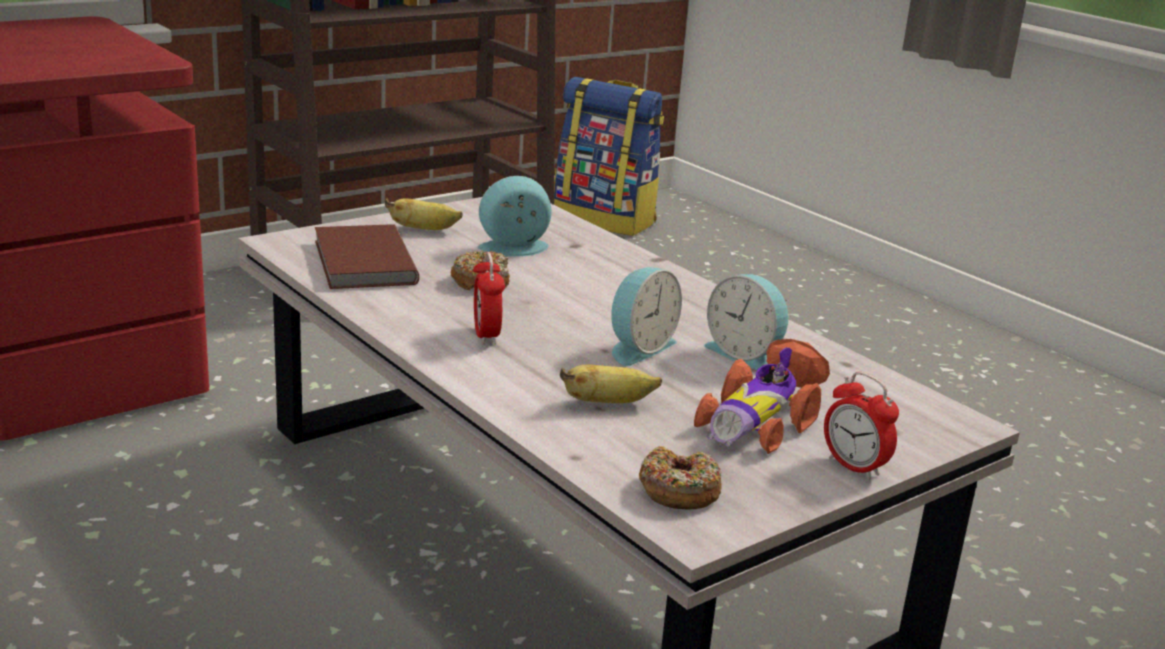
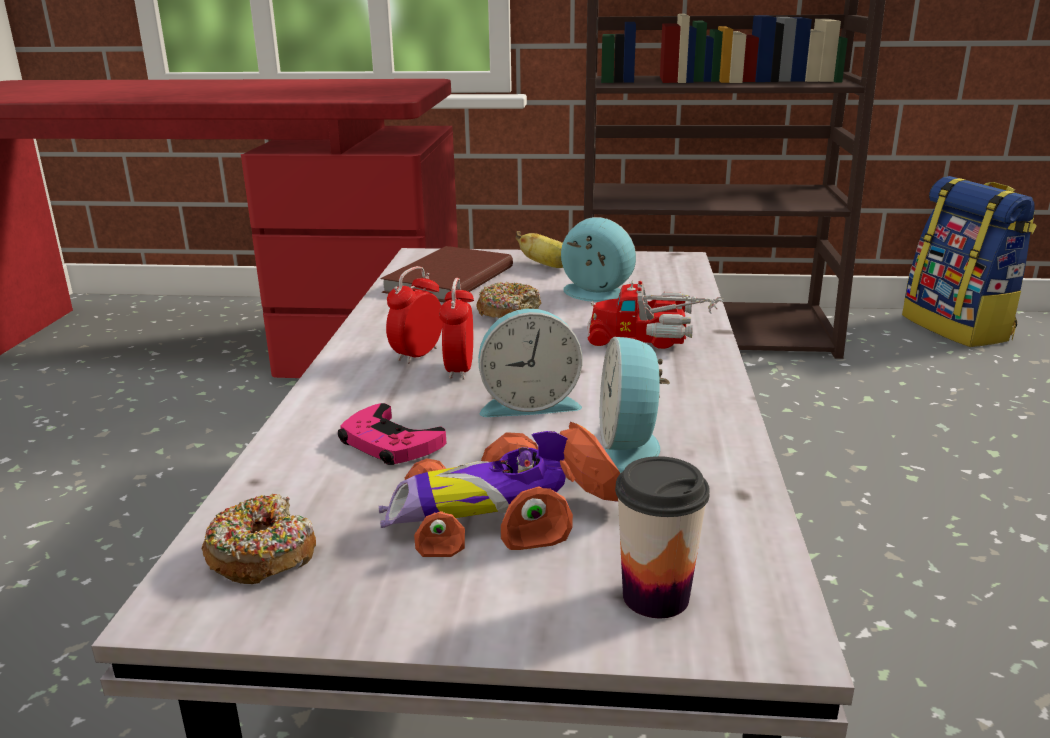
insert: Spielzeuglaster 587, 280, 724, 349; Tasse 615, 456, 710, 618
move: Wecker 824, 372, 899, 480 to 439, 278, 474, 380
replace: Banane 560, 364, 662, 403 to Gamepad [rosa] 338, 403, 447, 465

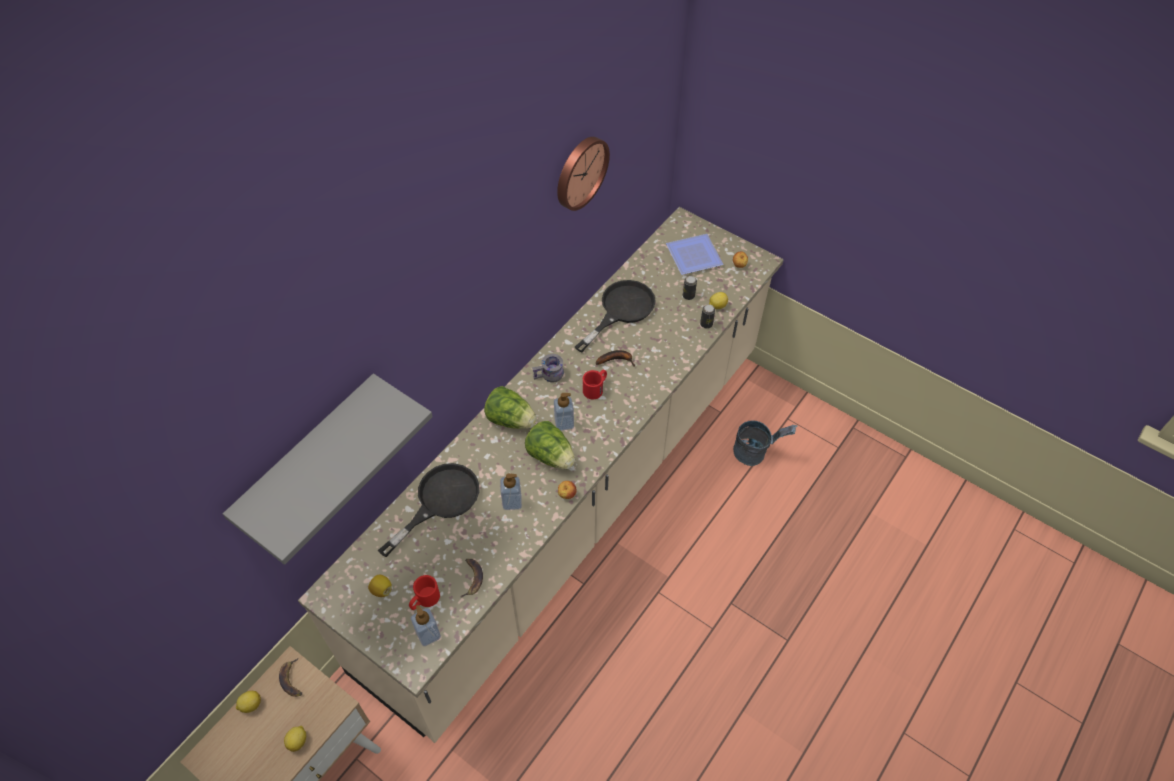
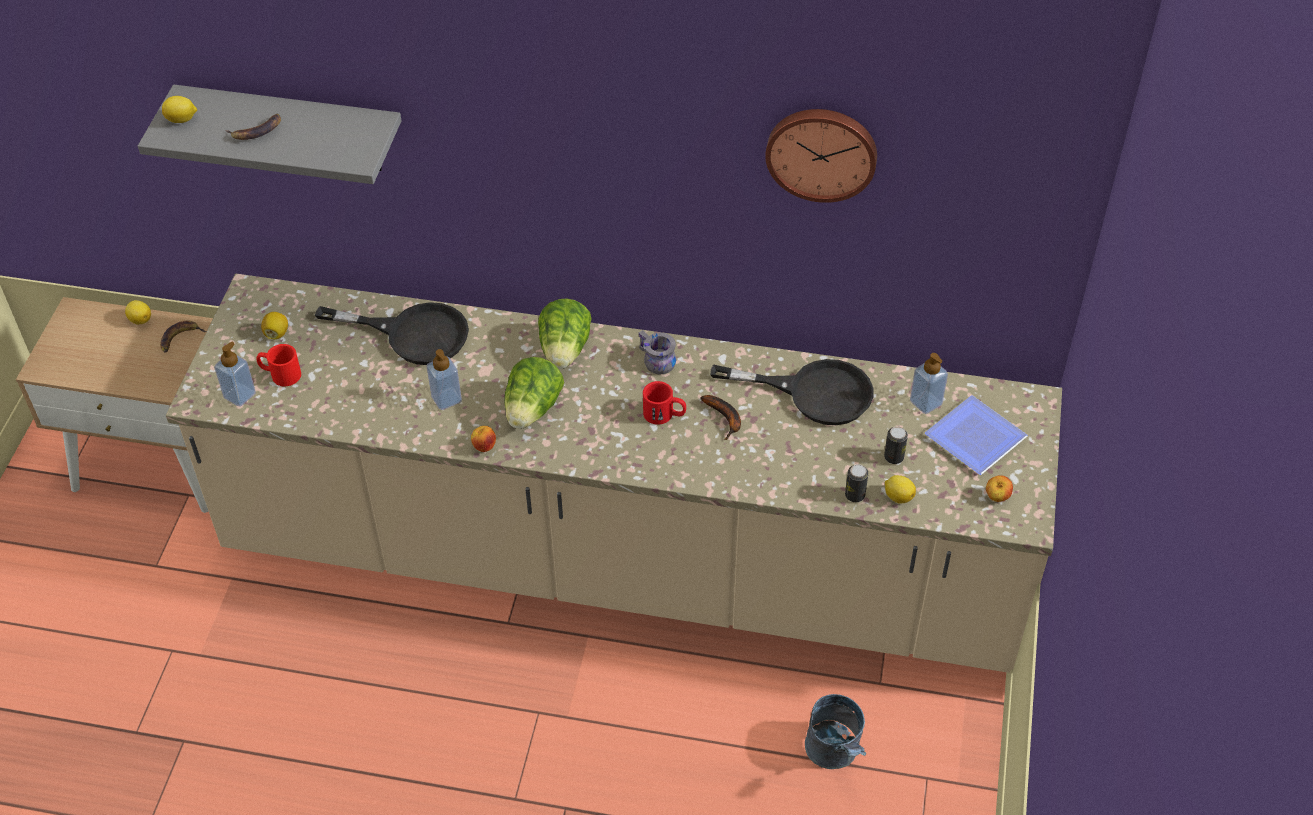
move: Zitrone 284, 726, 306, 752 to 162, 96, 197, 123; Banane 461, 559, 483, 597 to 226, 113, 281, 140; Seifenspender 554, 393, 574, 431 to 910, 353, 948, 414

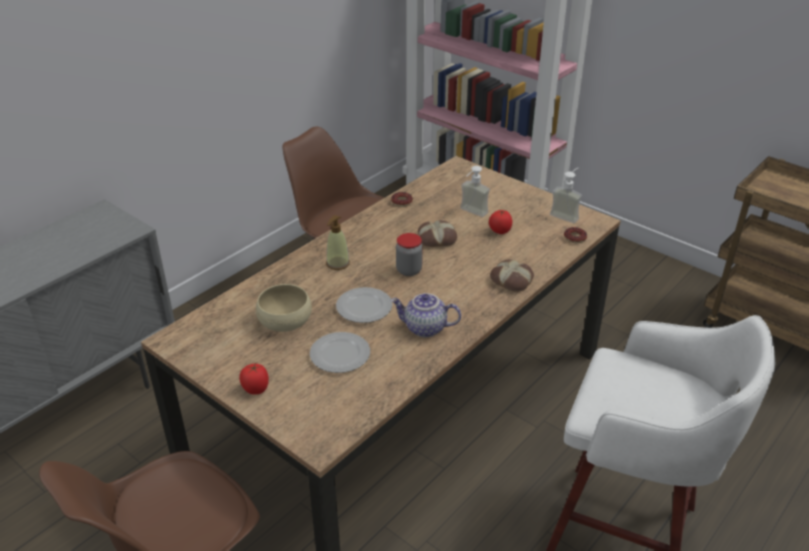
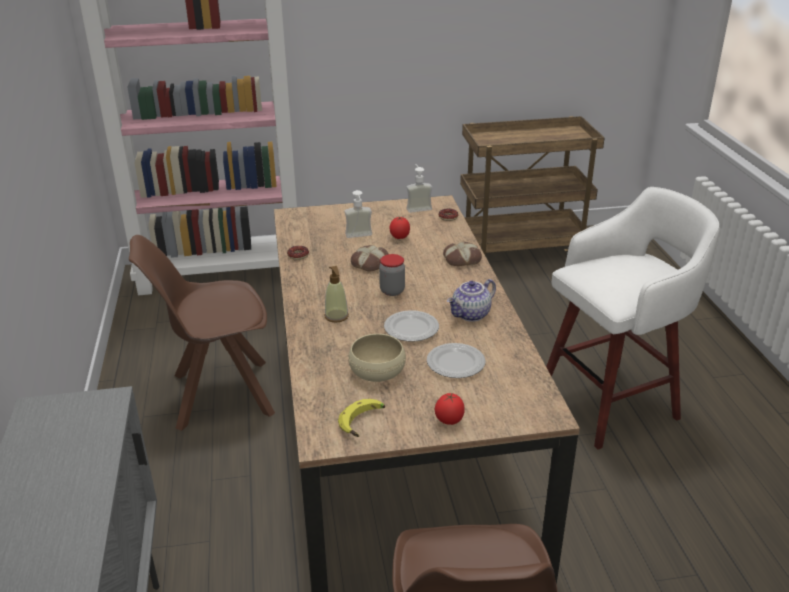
insert: Banane 338, 399, 385, 437

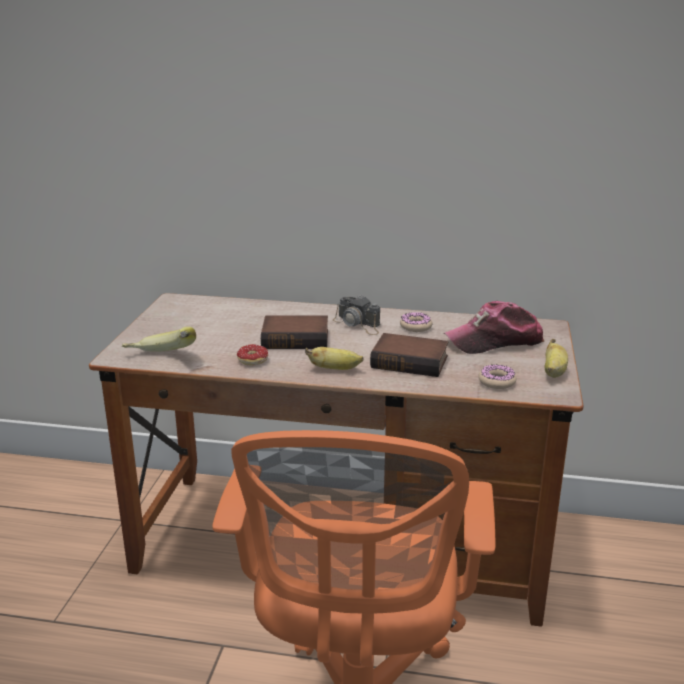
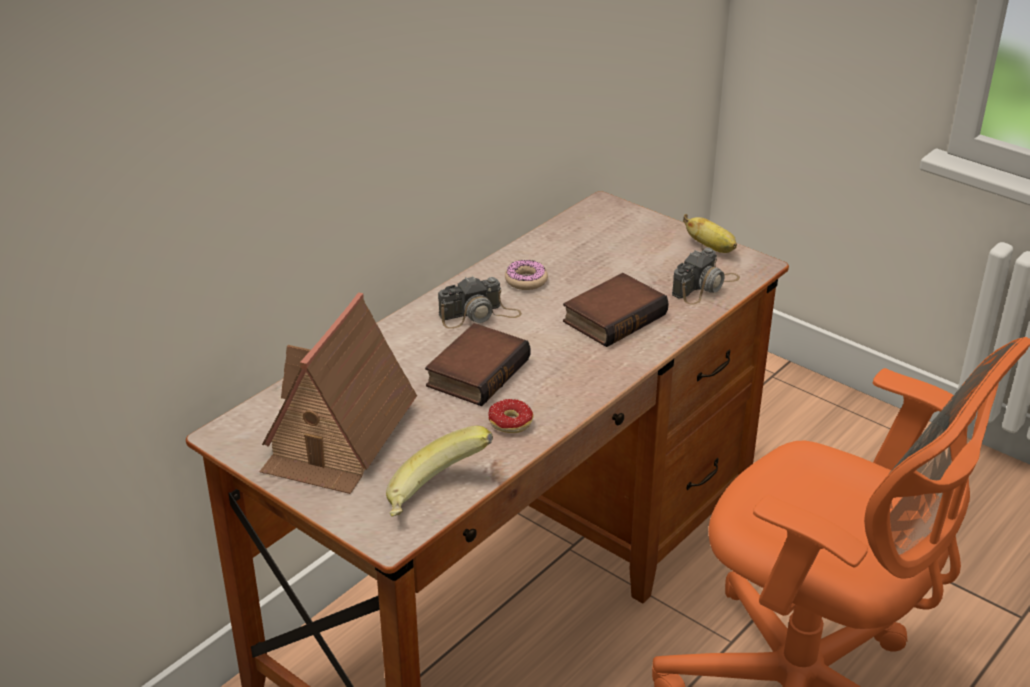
delete: Banane 305, 347, 364, 370; Kappe 444, 301, 544, 354
insert: Spielzeughaus 259, 292, 417, 494
replace: Donut 478, 364, 516, 389 to Kamera 672, 248, 740, 305

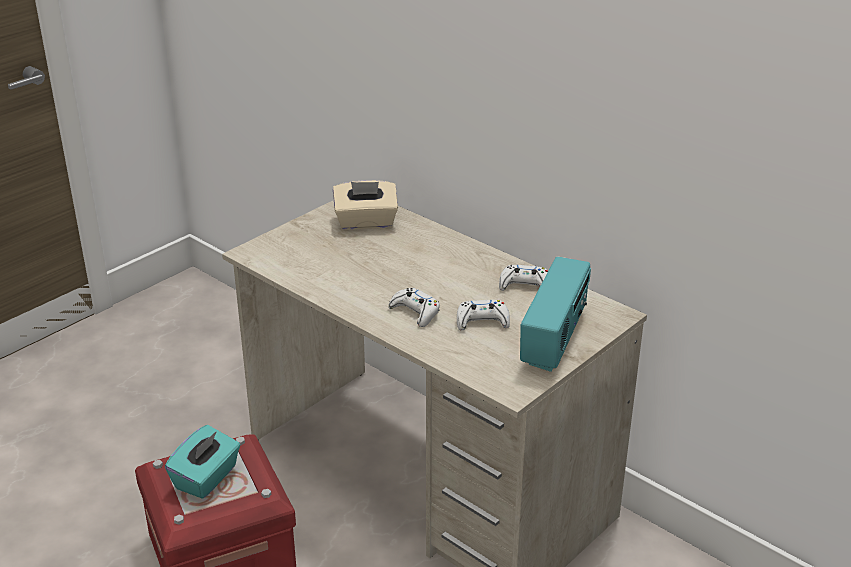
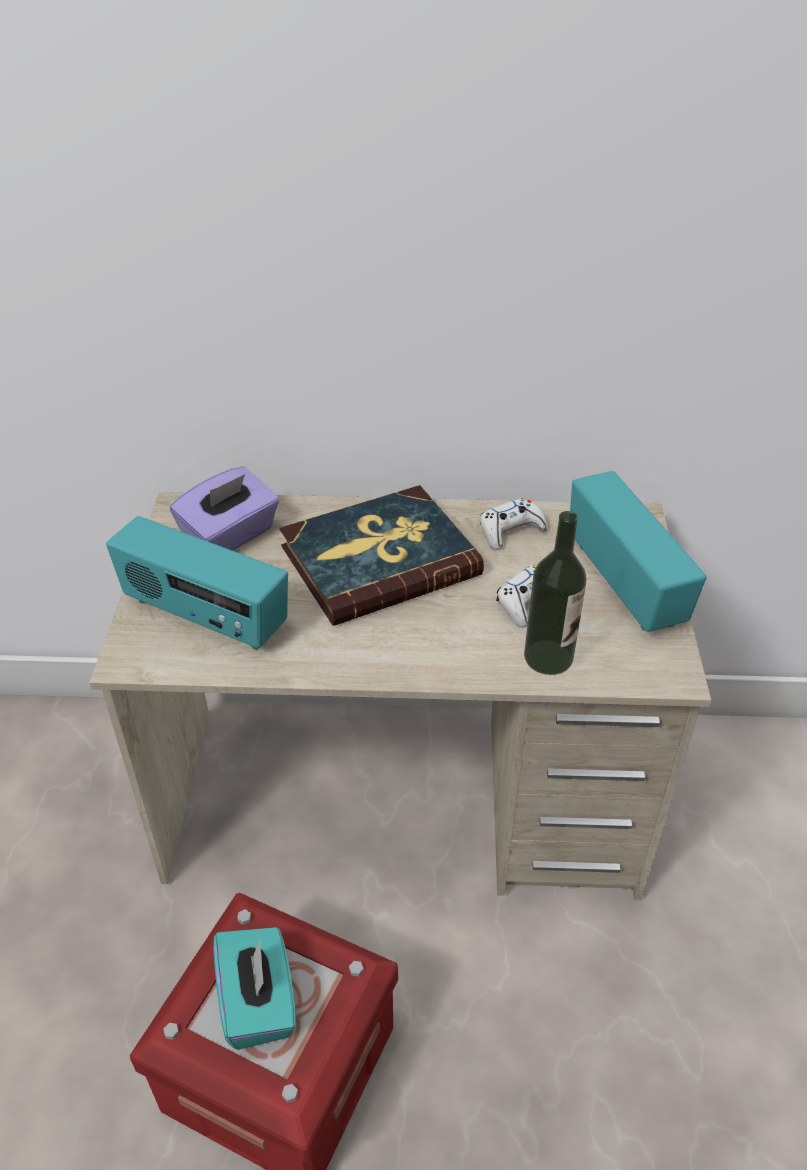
delete: Gamepad [weiß] 388, 288, 440, 327
insert: Radio 106, 516, 288, 650; Buch 280, 485, 484, 626; Flasche 524, 511, 586, 675
recolor: Taschentuchbox [beige] 333, 180, 398, 230 to Taschentuchbox [lila] 170, 467, 279, 551

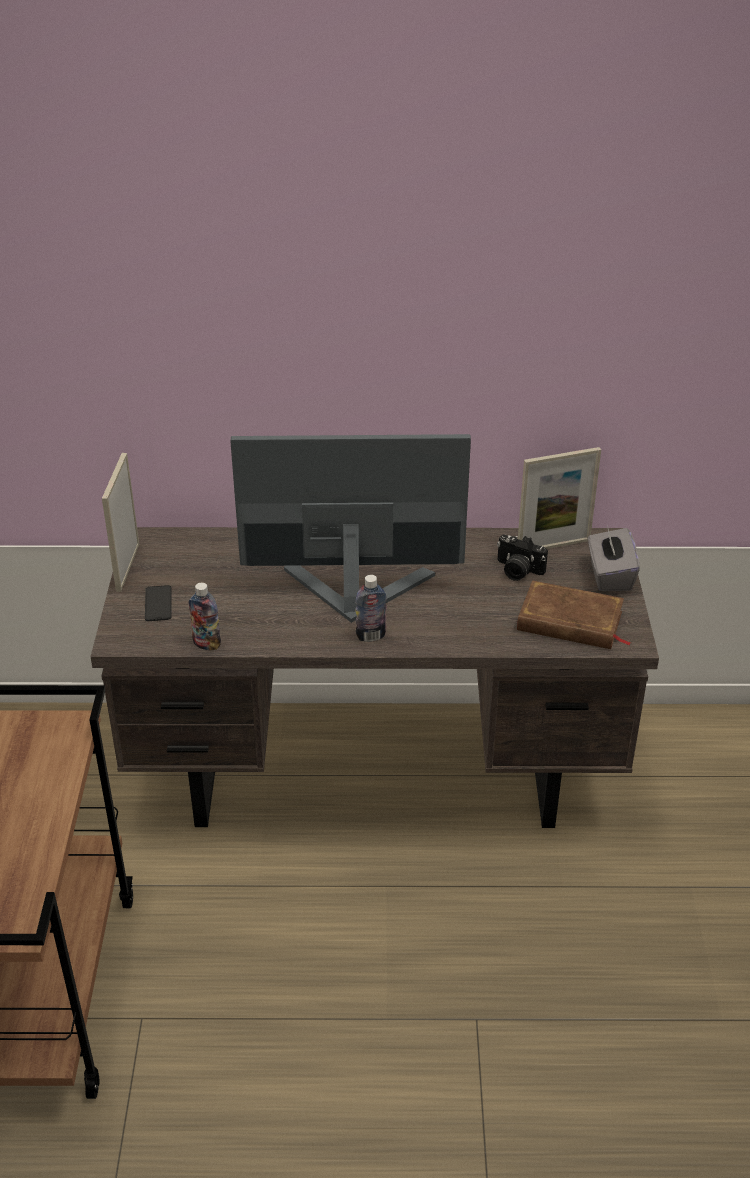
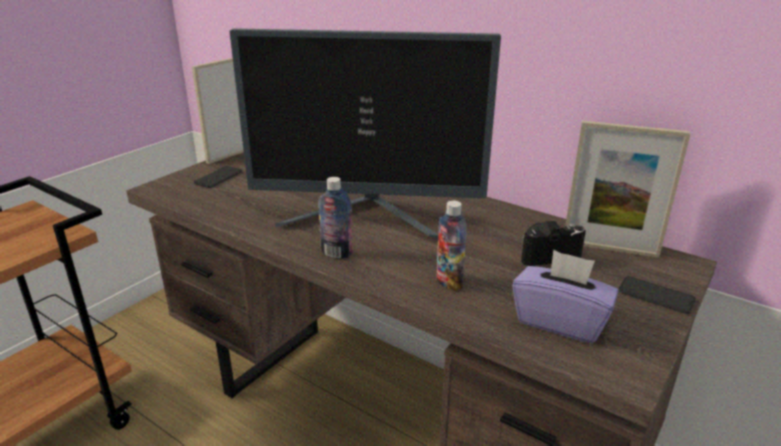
move: Flasche 188, 583, 221, 650 to 436, 201, 467, 291
replace: Buch [braun] 517, 580, 631, 649 to Taschentuchbox [lila] 512, 250, 618, 343; Taschentuchbox [grau] 588, 525, 640, 591 to Handy 618, 276, 696, 314
rotate: Monitor 230, 434, 471, 623 = 229, 28, 501, 239 150 degrees clockwise; Kamera 497, 534, 548, 581 = 521, 221, 586, 266 105 degrees clockwise

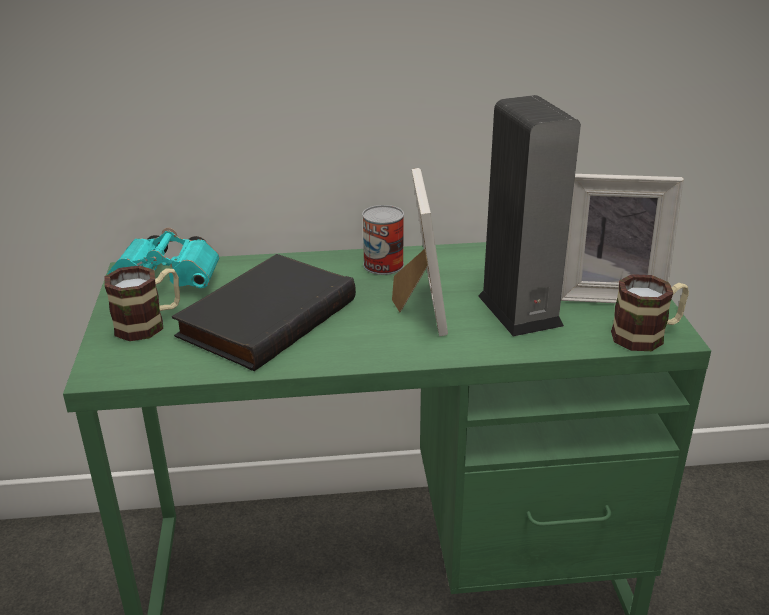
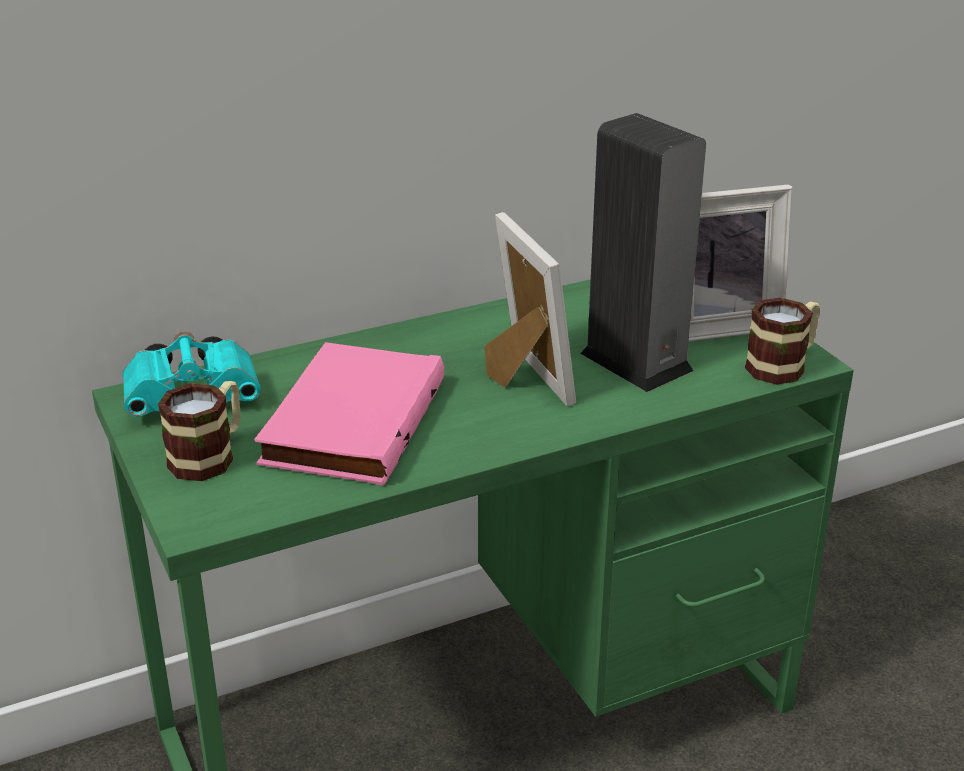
delete: Dose 362, 205, 404, 275
recolor: Buch [schwarz] 172, 254, 356, 371 to Buch [rosa] 254, 342, 444, 485

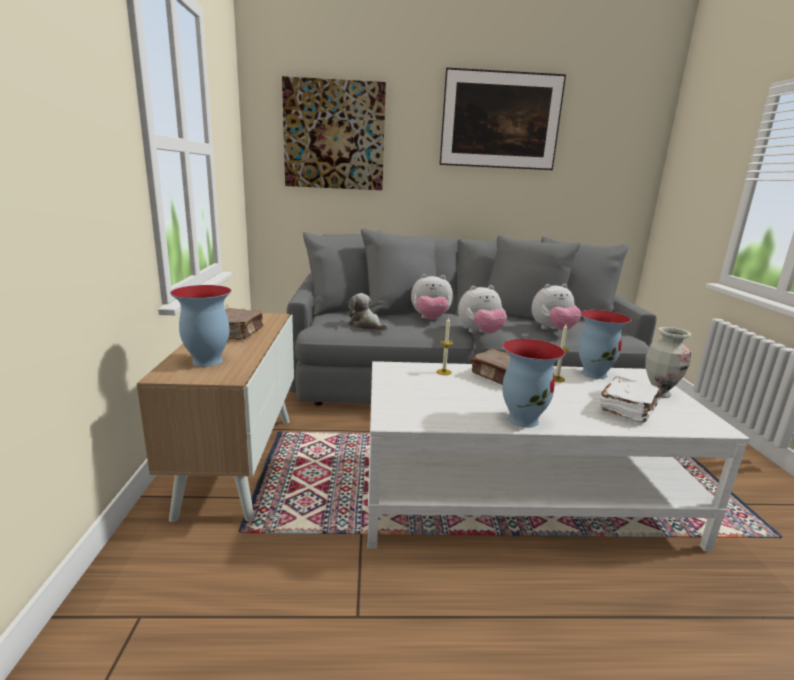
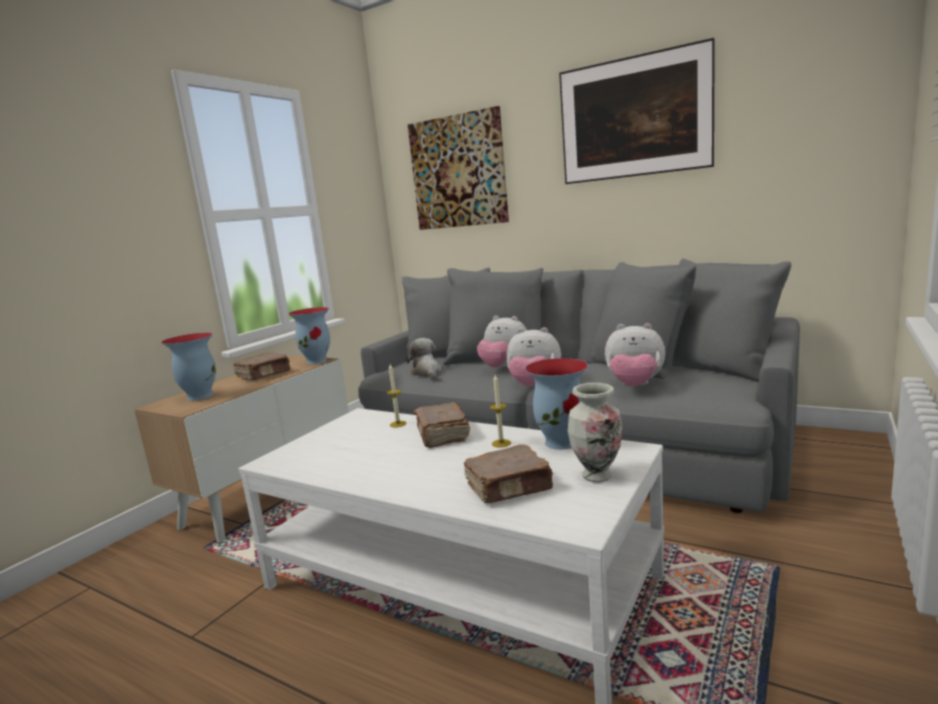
move: Vase 502, 339, 565, 428 to 288, 307, 330, 364
recolor: Buch [weiß] 600, 376, 660, 422 to Buch [braun] 464, 444, 553, 503

